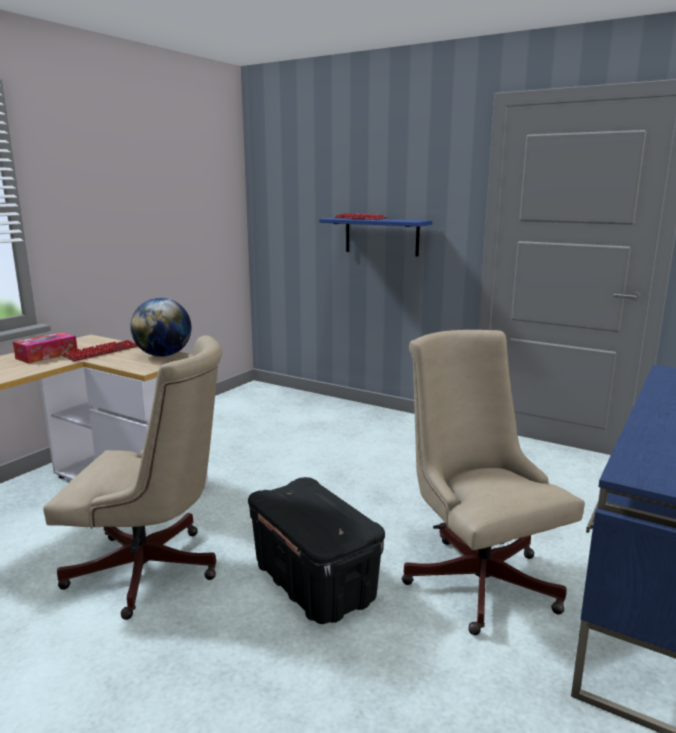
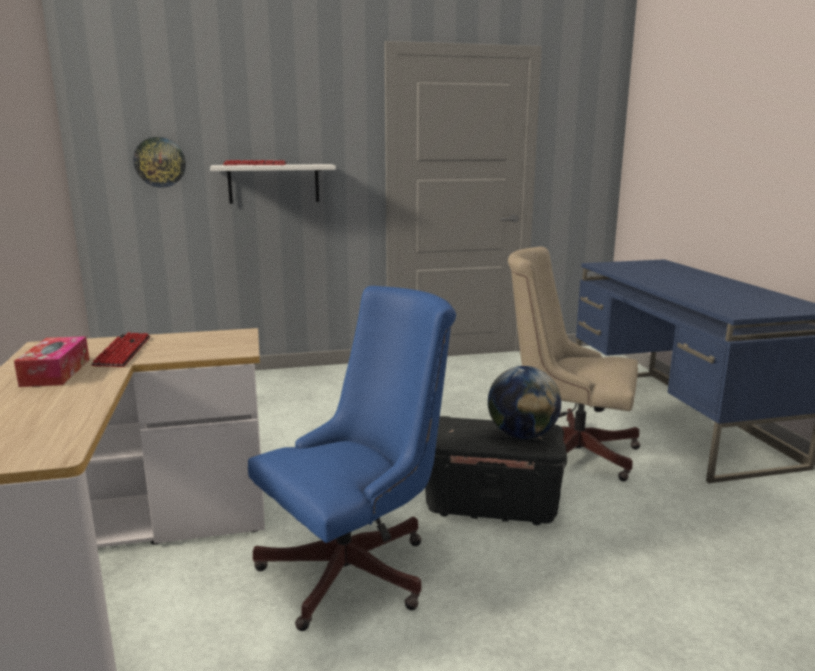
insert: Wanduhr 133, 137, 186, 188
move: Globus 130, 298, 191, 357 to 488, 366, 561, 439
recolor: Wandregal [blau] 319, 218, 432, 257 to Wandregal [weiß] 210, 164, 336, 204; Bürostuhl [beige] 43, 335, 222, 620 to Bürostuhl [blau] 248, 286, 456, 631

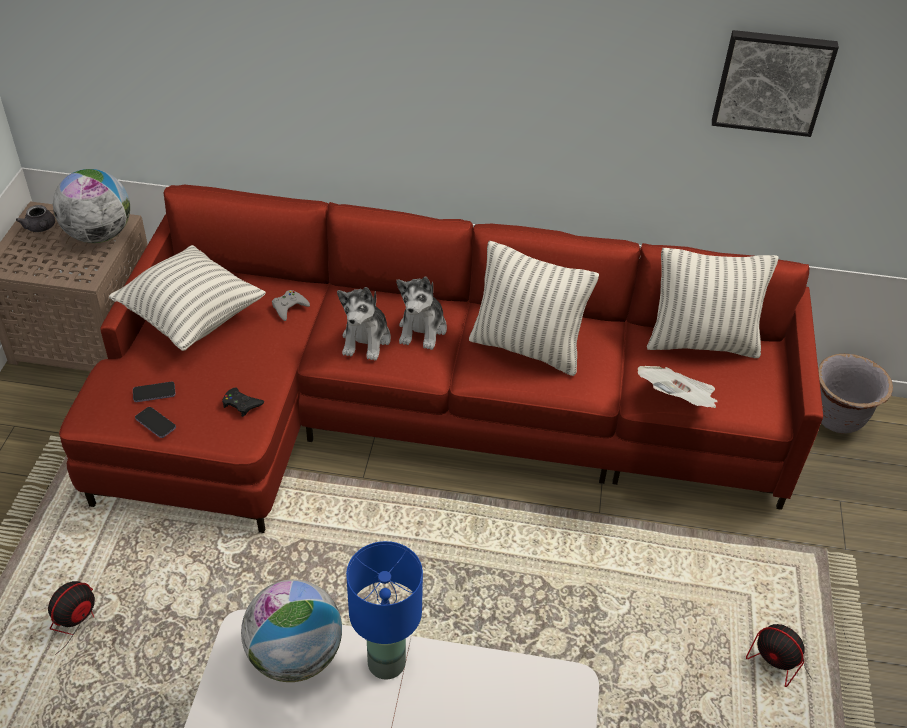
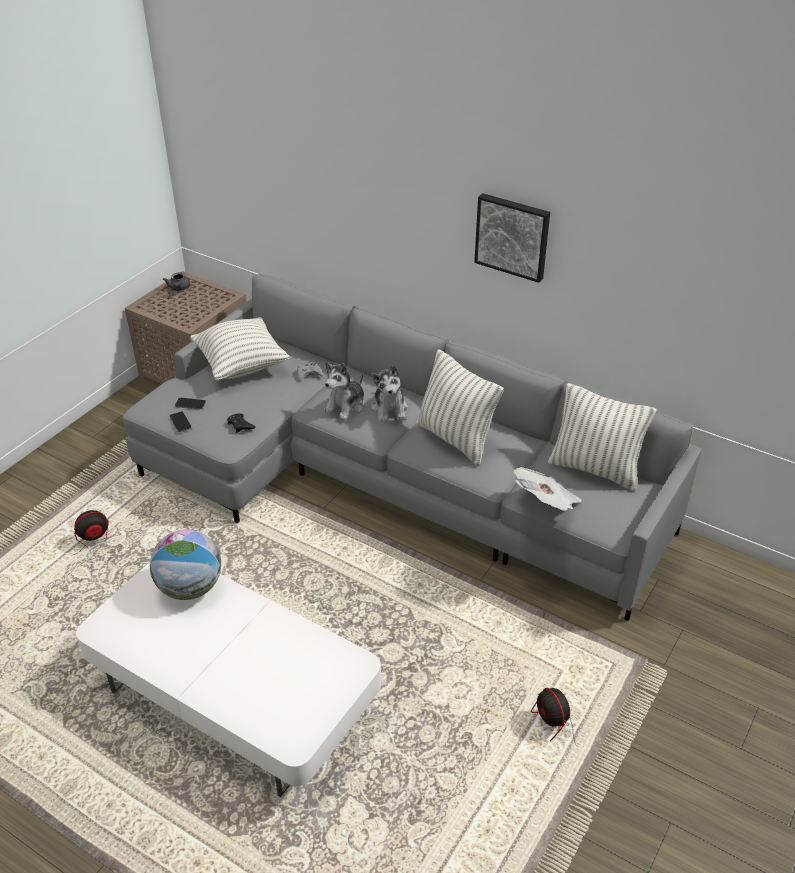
delete: Globus 53, 169, 130, 243; Tischlampe [blau] 346, 541, 423, 680; Pflanzkübel [grau] 818, 354, 893, 434
move: Bild 712, 30, 839, 137 to 474, 193, 550, 283
recolor: Sofa [rot] 59, 185, 823, 533 to Sofa [grau] 123, 274, 702, 621
rotate: Plüschtier 396, 277, 447, 350 = 371, 365, 408, 422 45 degrees counterclockwise

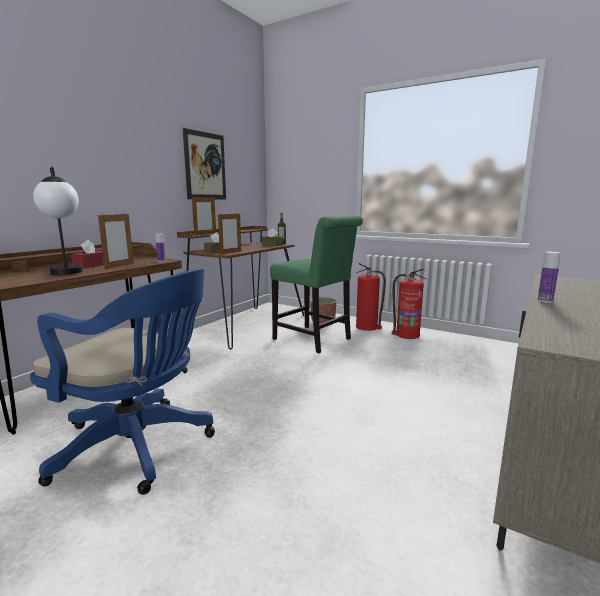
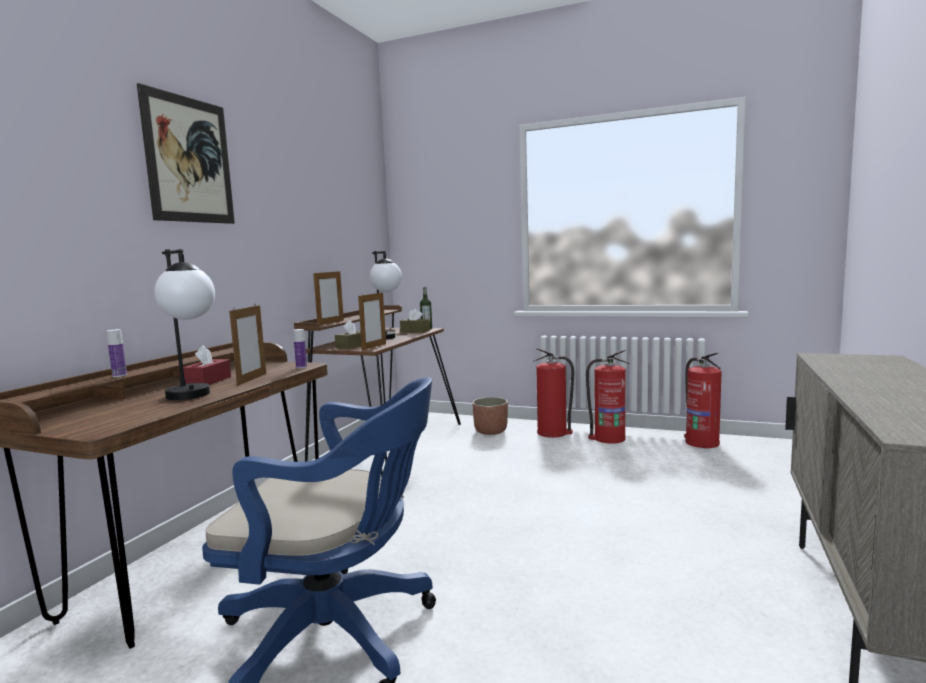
delete: Stuhl [grün] 270, 215, 363, 353
insert: Tischlampe 370, 251, 402, 339; Feuerlöscher 684, 353, 722, 448
move: Flasche 538, 252, 561, 303 to 107, 329, 127, 377; Bild 183, 128, 226, 200 to 137, 83, 235, 224

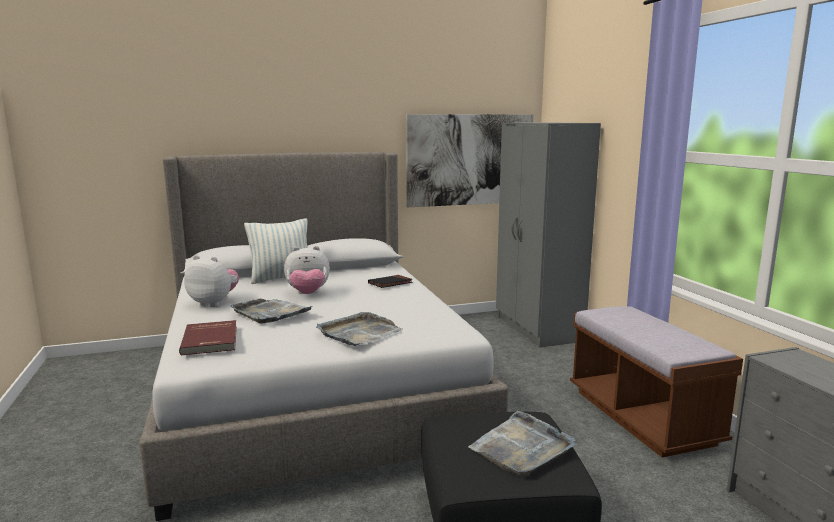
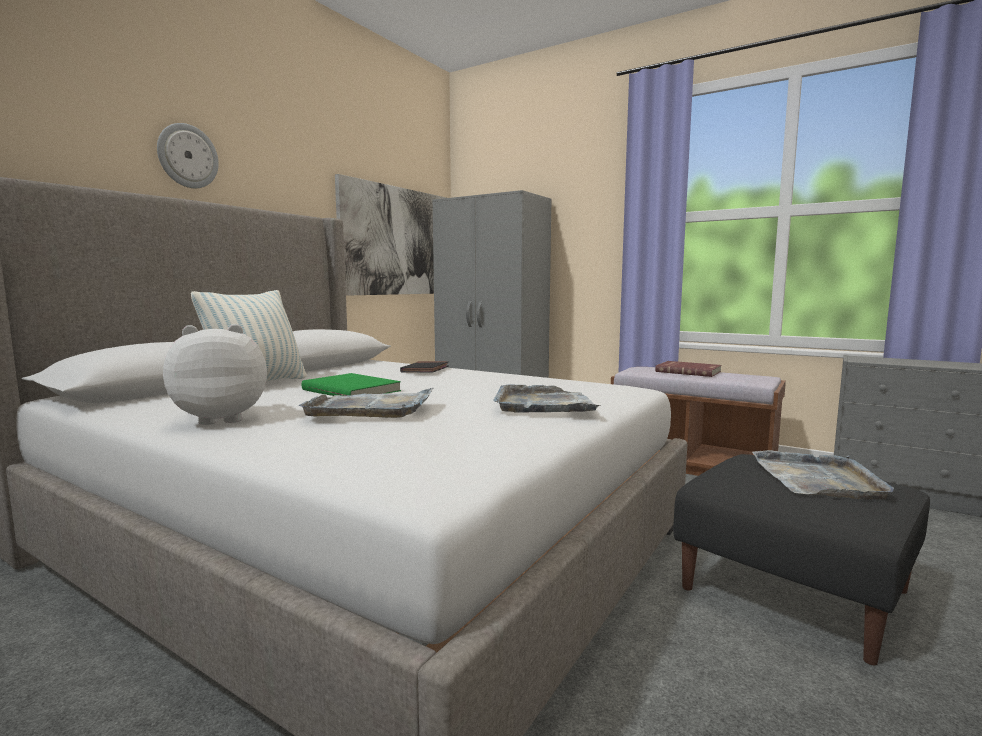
insert: Wanduhr 157, 123, 219, 188
move: Buch [rot] 179, 320, 237, 355 to 655, 361, 722, 377
replace: Plüschtier 284, 246, 330, 294 to Buch [grün] 301, 373, 401, 396

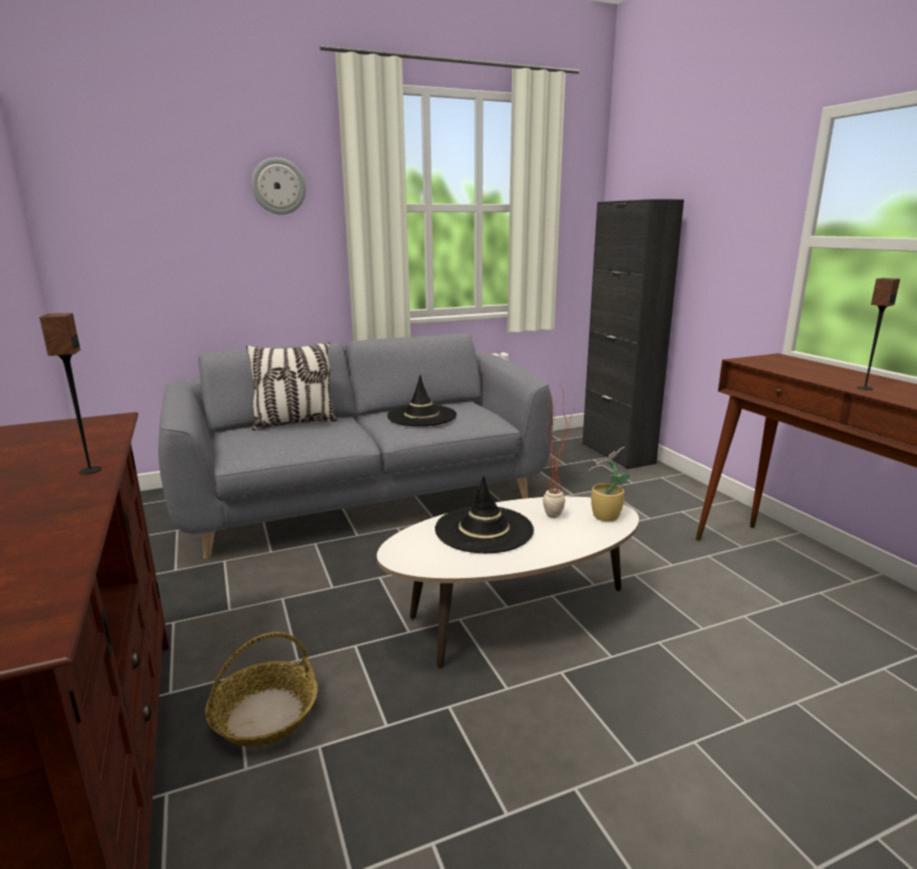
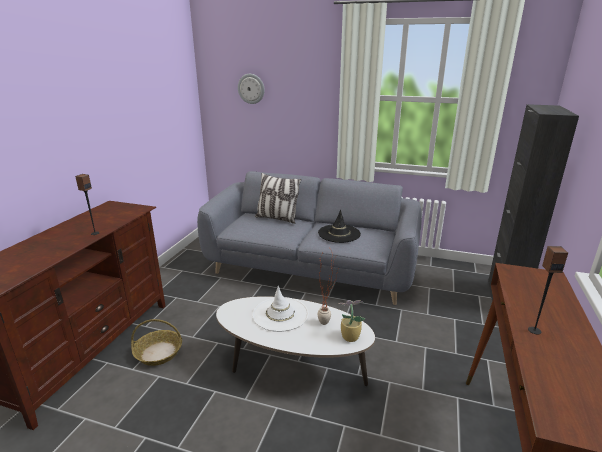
move: Wanduhr 251, 157, 306, 215 to 238, 74, 265, 104
recolor: Hut [schwarz] 435, 476, 534, 553 to Hut [weiß] 252, 286, 309, 332

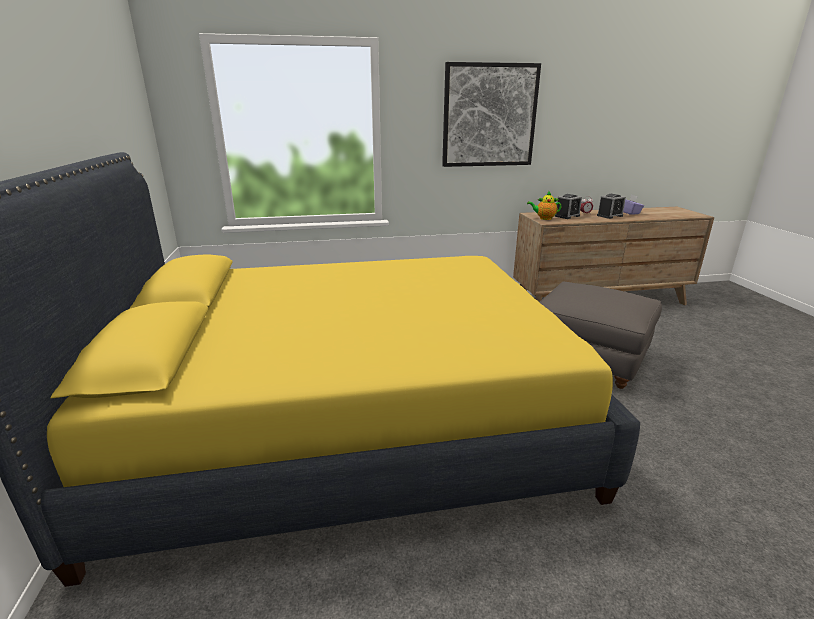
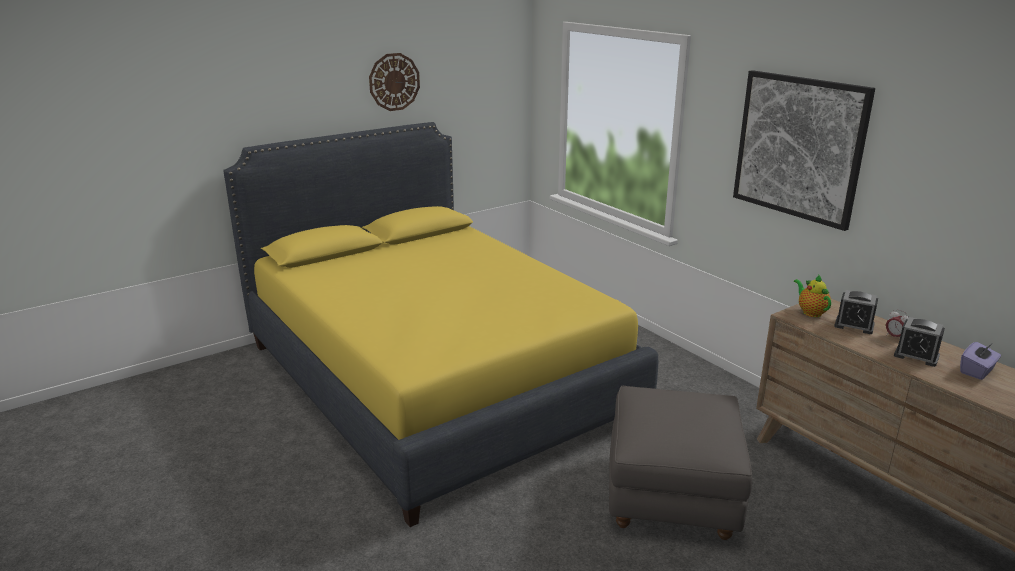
insert: Wanduhr 369, 53, 420, 111

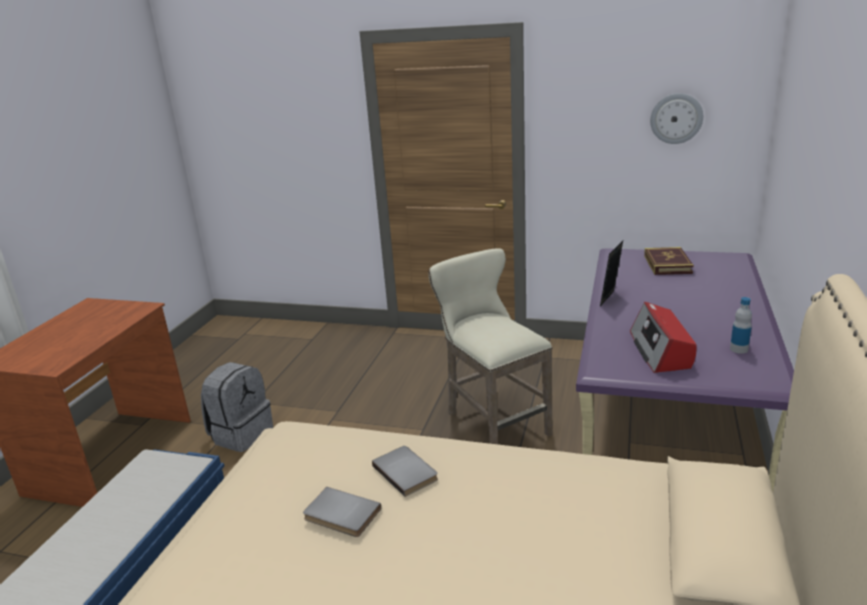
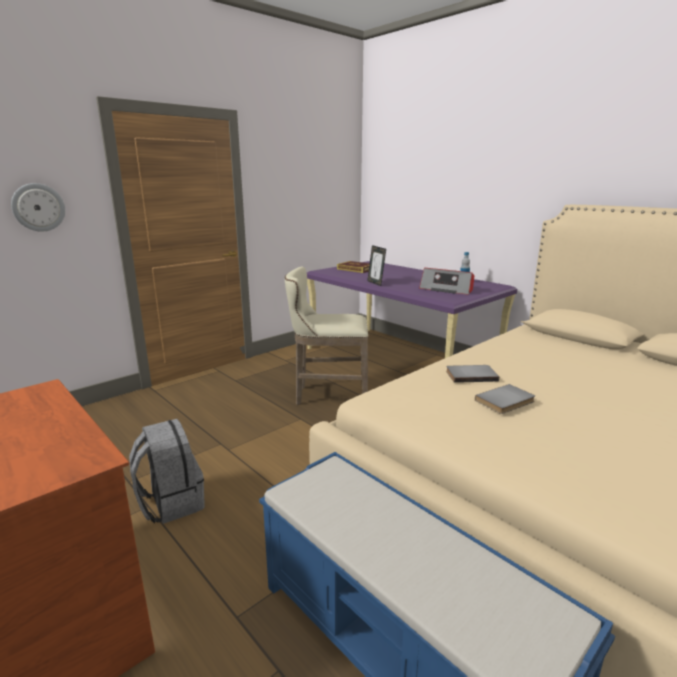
move: Wanduhr 650, 93, 703, 144 to 11, 183, 65, 232

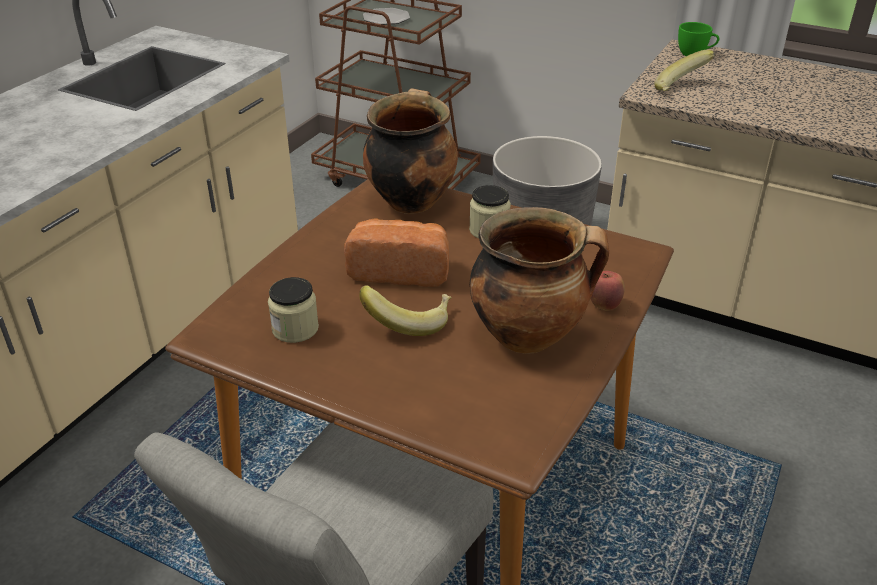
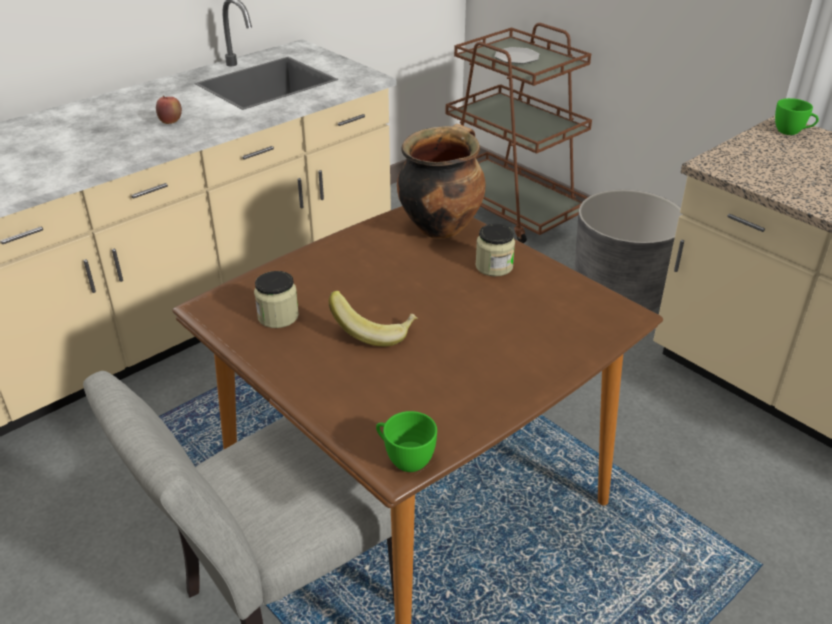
delete: Brot 344, 218, 449, 287; Kochtopf 470, 207, 609, 354; Banane 655, 50, 715, 91
insert: Tasse [grün] 376, 411, 437, 472
move: Apfel 591, 271, 625, 310 to 156, 96, 182, 124

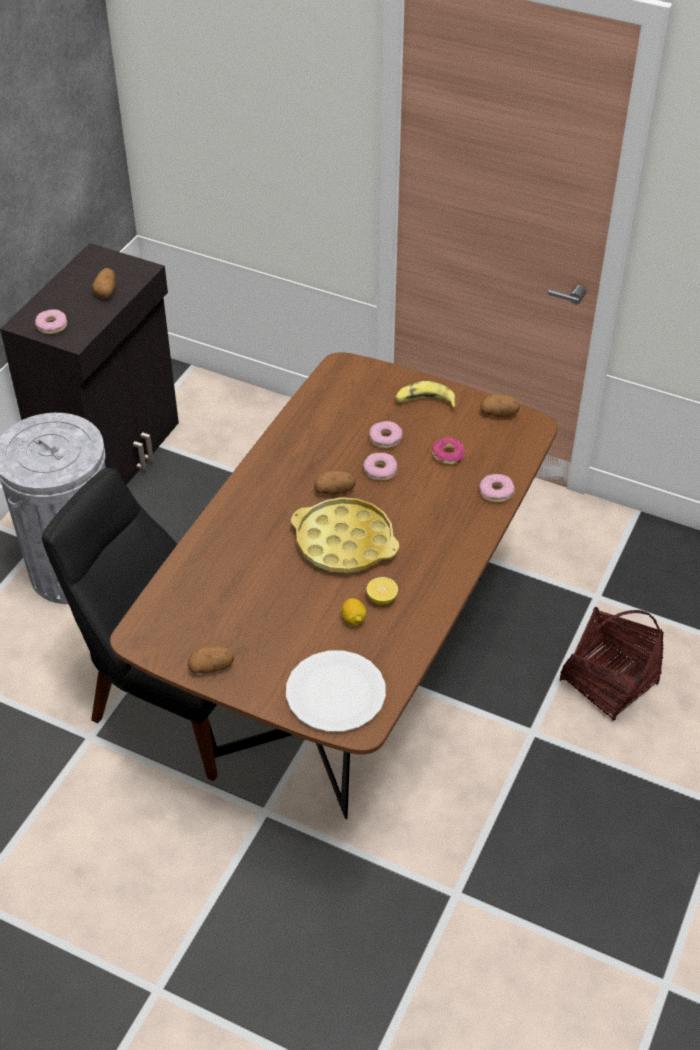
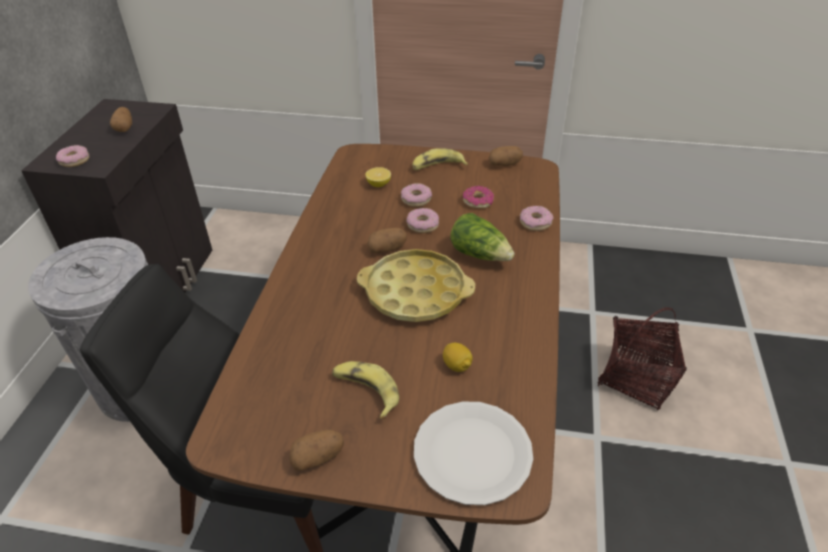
insert: Banane 332, 361, 399, 419; Salatkopf 450, 213, 515, 261
move: Zitrone 367, 577, 398, 605 to 365, 167, 391, 187

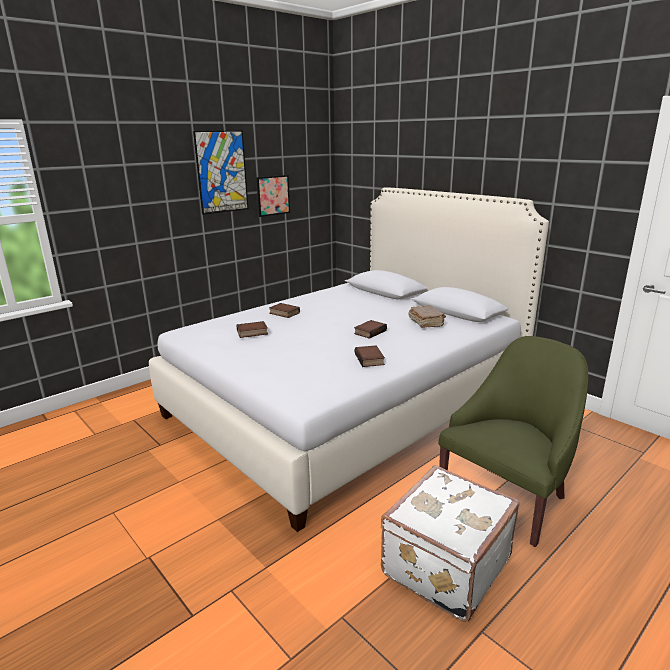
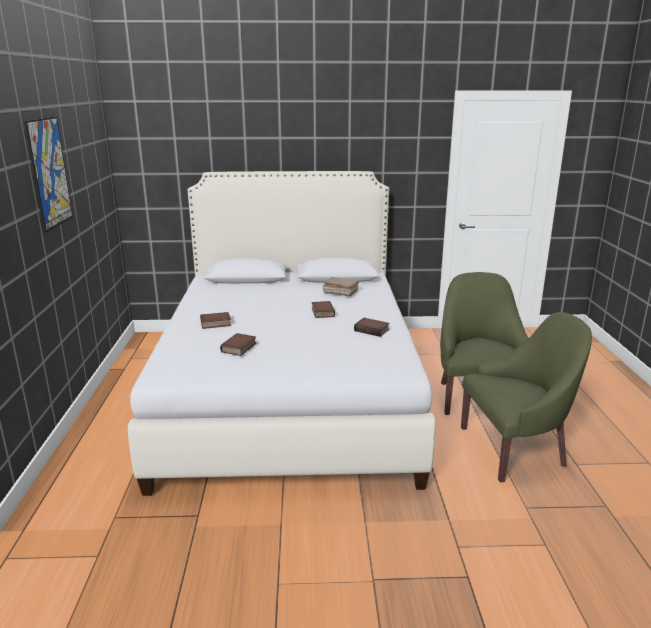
delete: Bild 256, 175, 290, 217
replace: Koffer [weiß] 381, 465, 520, 622 to Sessel [grün] 461, 312, 592, 483

